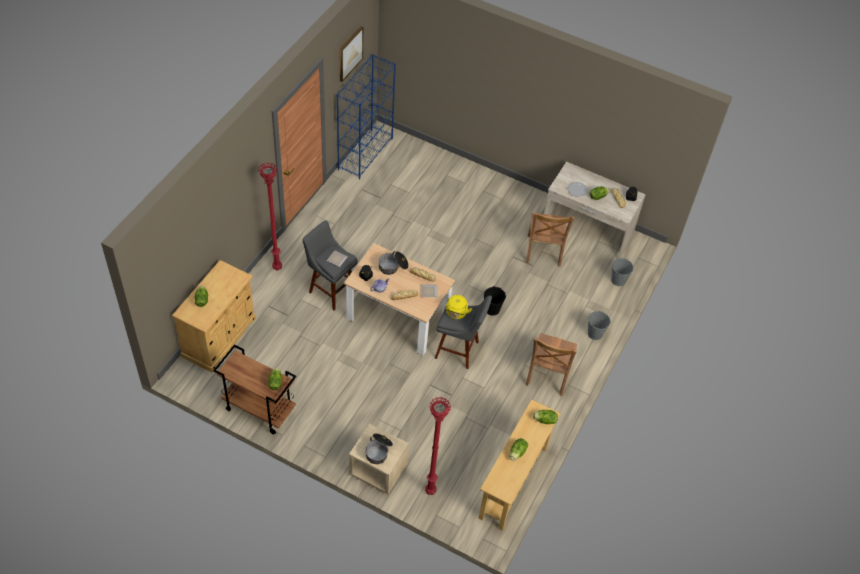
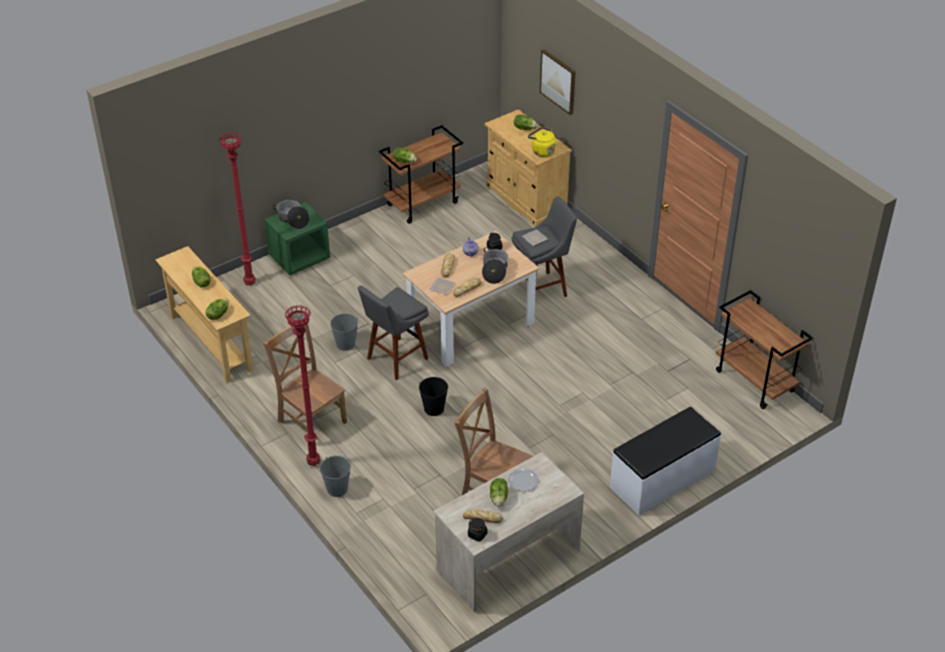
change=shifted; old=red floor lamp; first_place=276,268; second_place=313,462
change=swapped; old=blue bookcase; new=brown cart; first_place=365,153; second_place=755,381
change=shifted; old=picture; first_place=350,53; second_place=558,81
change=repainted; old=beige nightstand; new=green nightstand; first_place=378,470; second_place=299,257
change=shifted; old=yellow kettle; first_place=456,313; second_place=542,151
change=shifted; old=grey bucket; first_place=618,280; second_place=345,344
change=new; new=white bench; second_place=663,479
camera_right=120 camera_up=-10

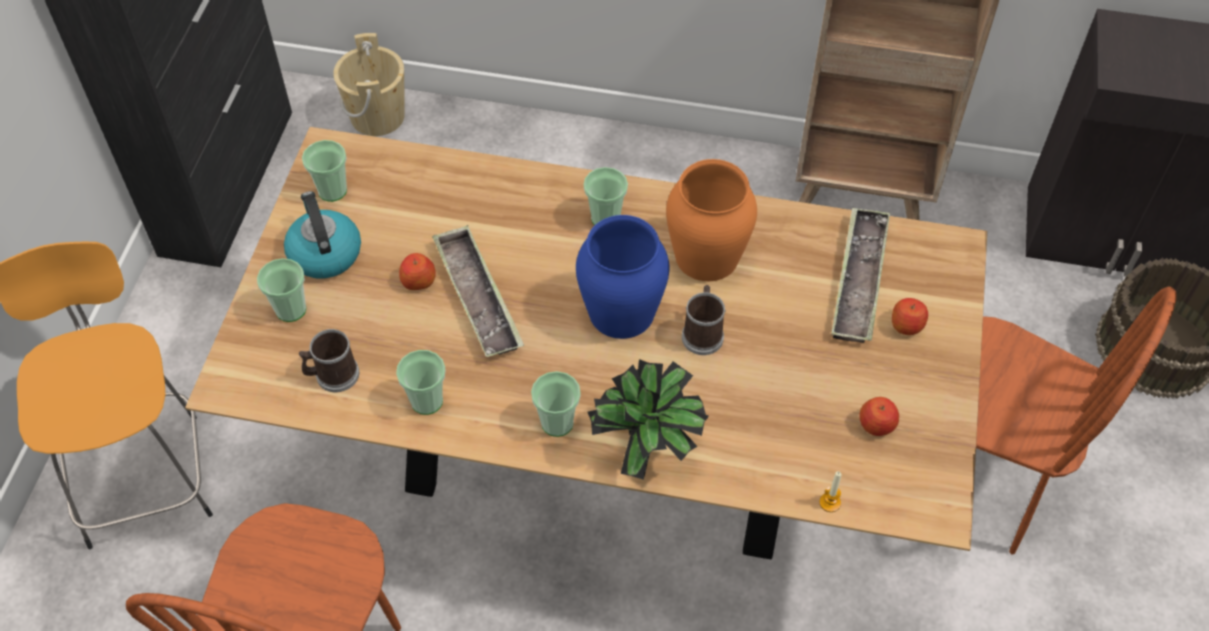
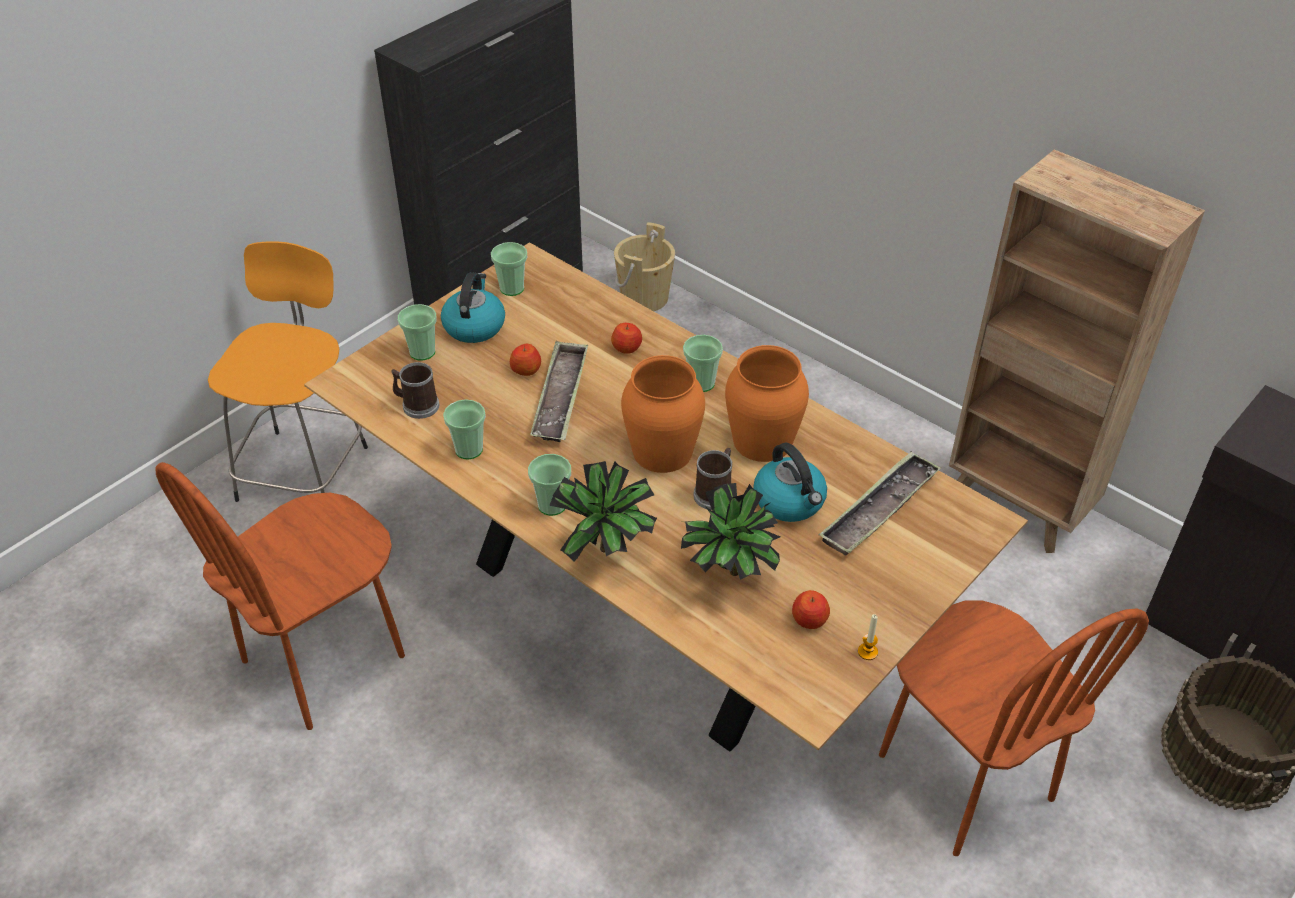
change=repainted; old=blue vase; new=orange vase; first_place=621,311; second_place=662,450
change=shifted; old=candle; first_place=830,503; second_place=867,652
change=shifted; old=apple; first_place=906,325; second_place=627,348
change=new; new=potted plant; second_place=729,576
change=new; new=kettle; second_place=790,501
camera_right=30 camera_up=-10

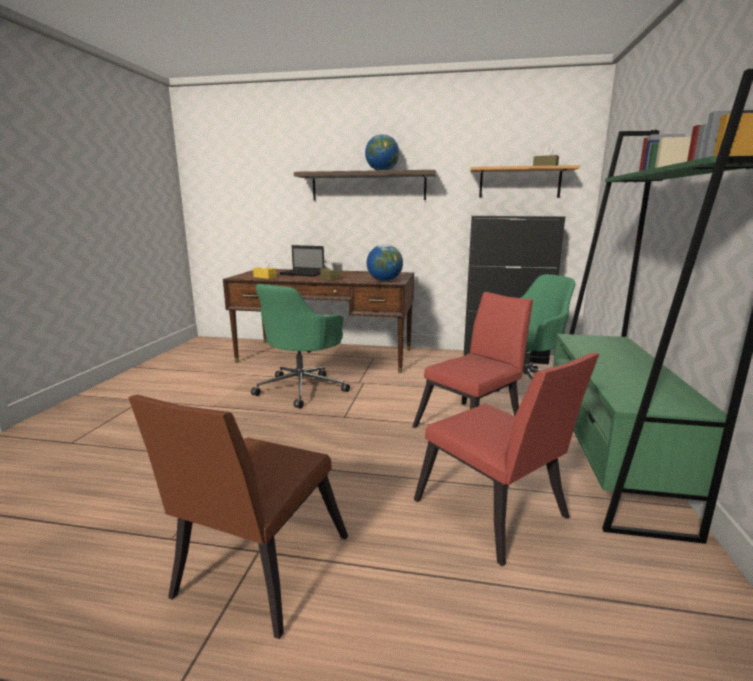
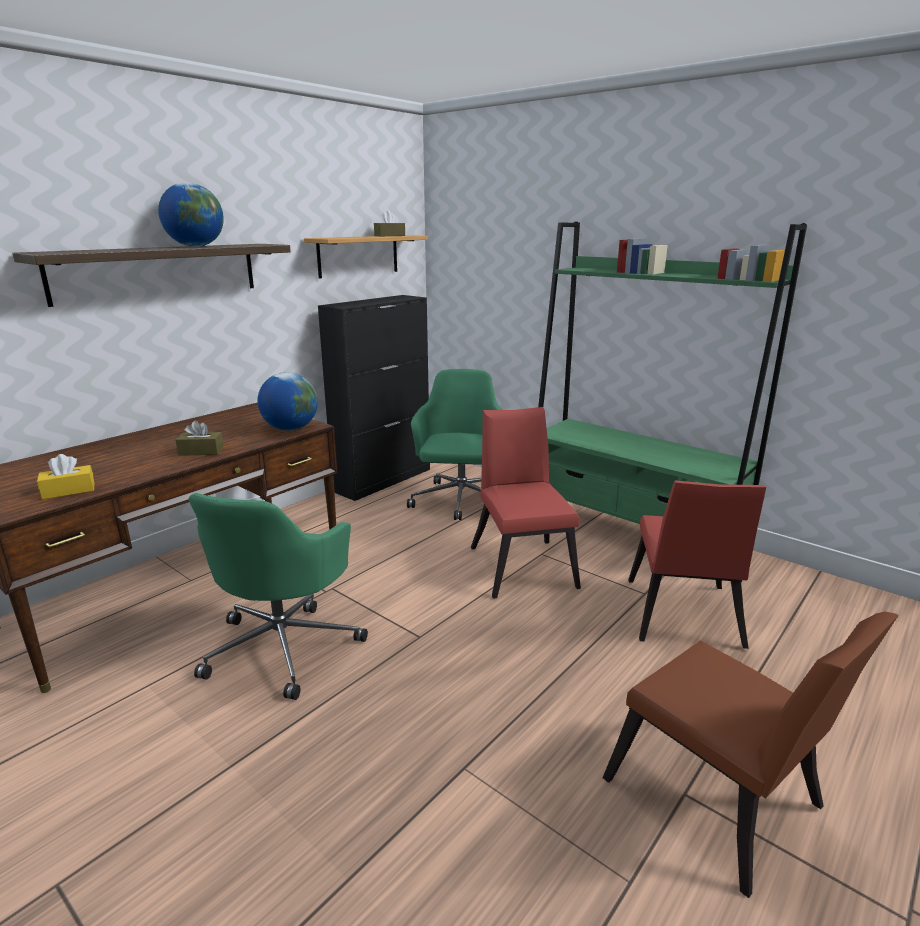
change=rotated; old=green office chair; first_place=302,388; second_place=284,646; degrees=45
change=gone; old=laptop; first_place=303,274
change=rotated; old=red chair; first_place=495,515; second_place=682,617; degrees=105
camera_right=-60 camera_up=5

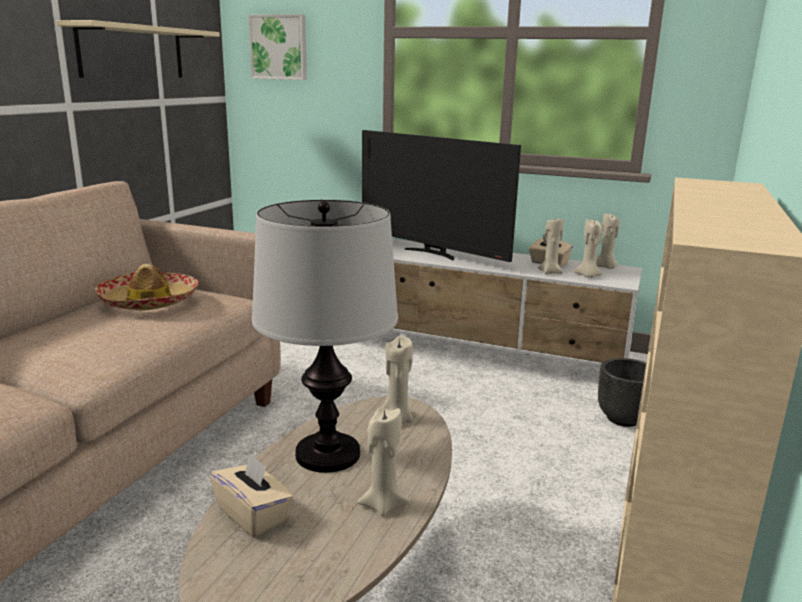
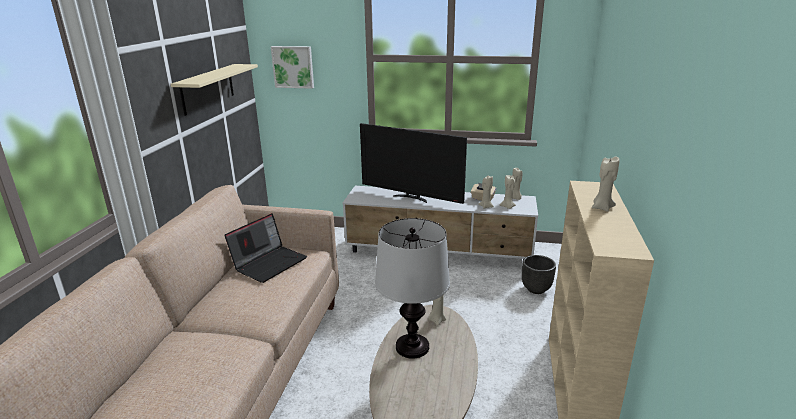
change=swapped; old=hat; new=laptop; first_place=149,301; second_place=269,263
change=gone; old=beige tissue box; first_place=253,515
change=shifted; old=beige candle; first_place=383,504; second_place=602,208
camera_right=-10 camera_up=5

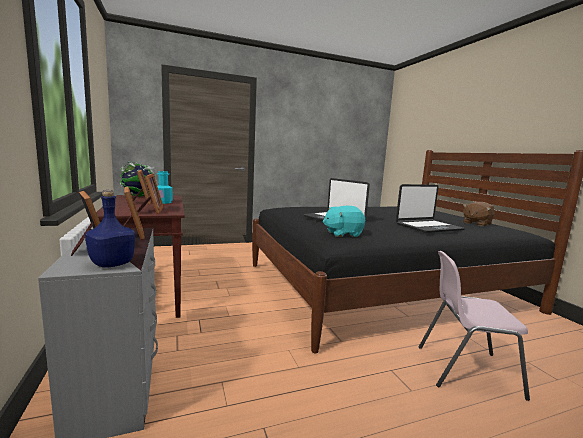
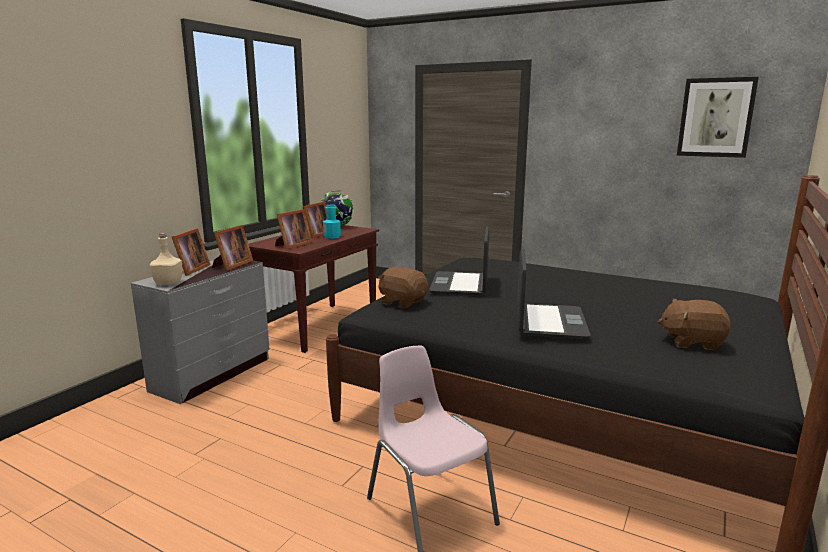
change=repainted; old=blue bottle; new=beige bottle; first_place=113,264; second_place=169,283
change=repainted; old=turquoise plush toy; new=brown plush toy; first_place=342,234; second_place=402,302
change=rotated; old=laptop; first_place=428,227; second_place=549,322; degrees=-105
change=new; new=picture; second_place=716,117
camera_right=50 camera_up=5

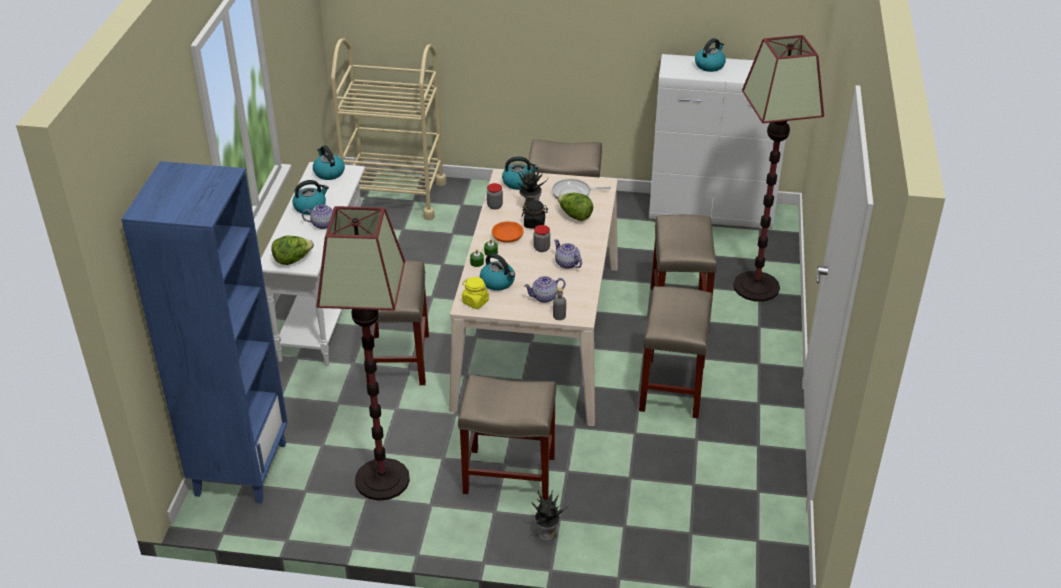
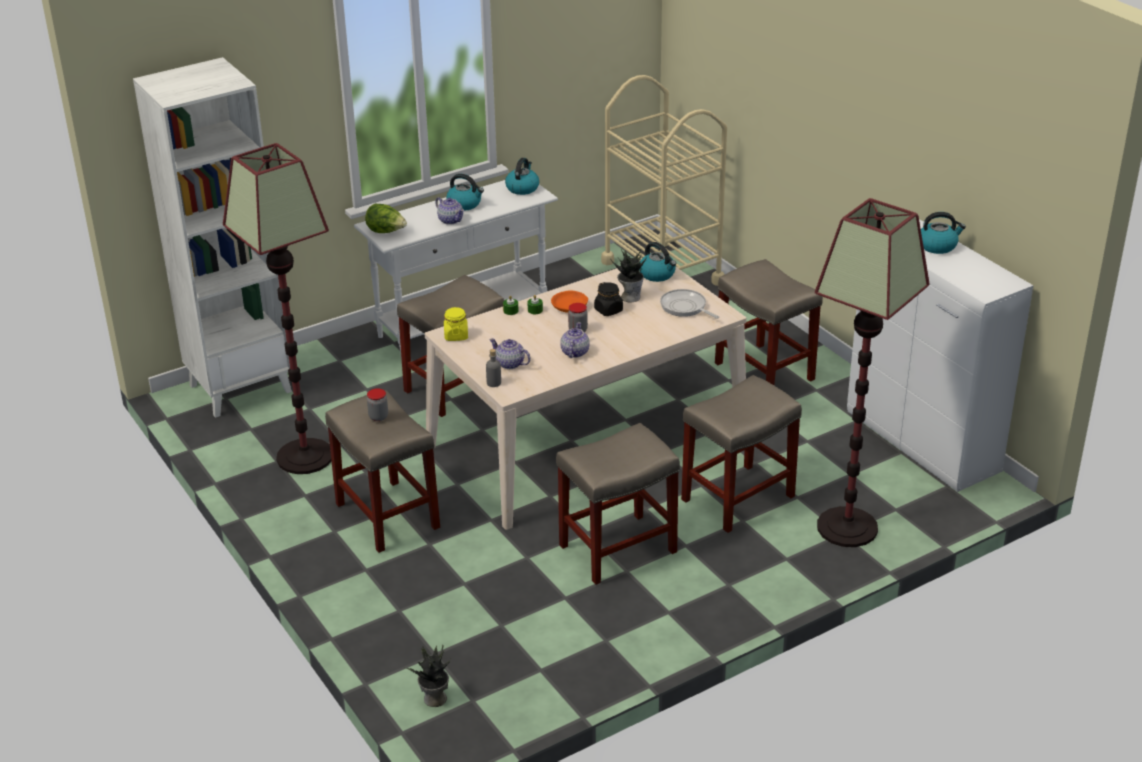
change=repainted; old=blue bookcase; new=white bookcase; first_place=240,468; second_place=241,388
change=gone; old=kettle; first_place=498,282
change=shifted; old=jar; first_place=494,206; second_place=378,417
change=shifted; old=potted plant; first_place=547,534; second_place=434,699
change=gone; old=lettuce; first_place=575,216
camera_right=50 camera_up=-5

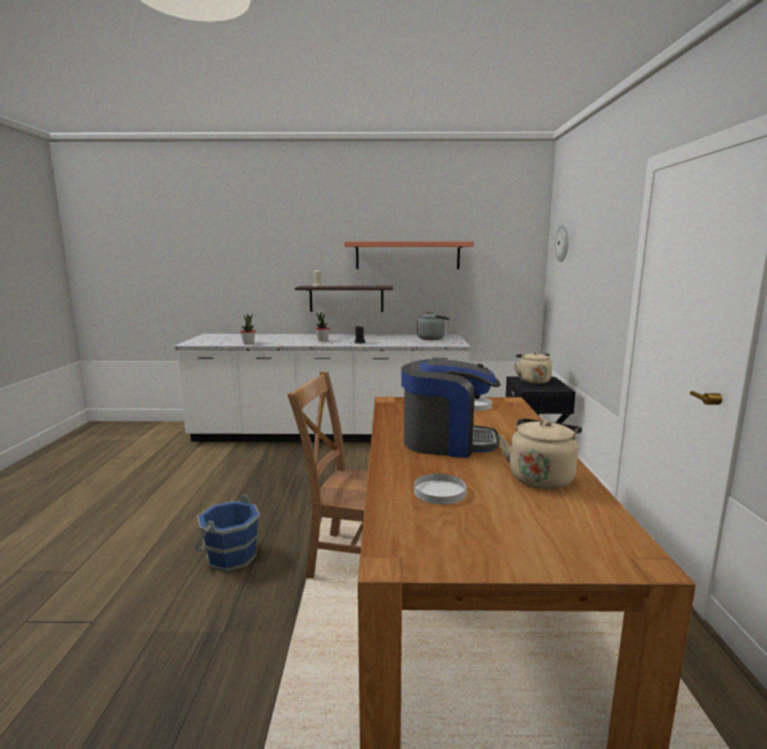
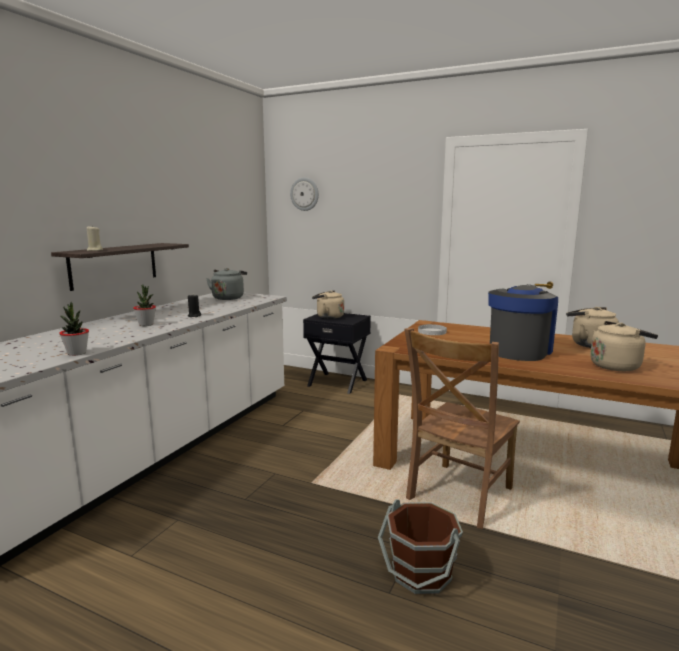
change=repainted; old=blue bucket; new=brown bucket; first_place=230,556; second_place=420,573
change=gone; old=shelf; first_place=407,255
change=swapped; old=white plate; new=beige kettle; first_place=439,492; second_place=617,366
camera_right=-65 camera_up=0

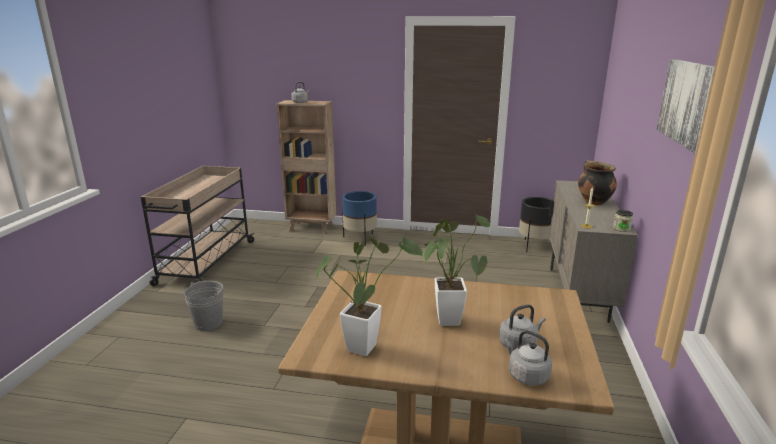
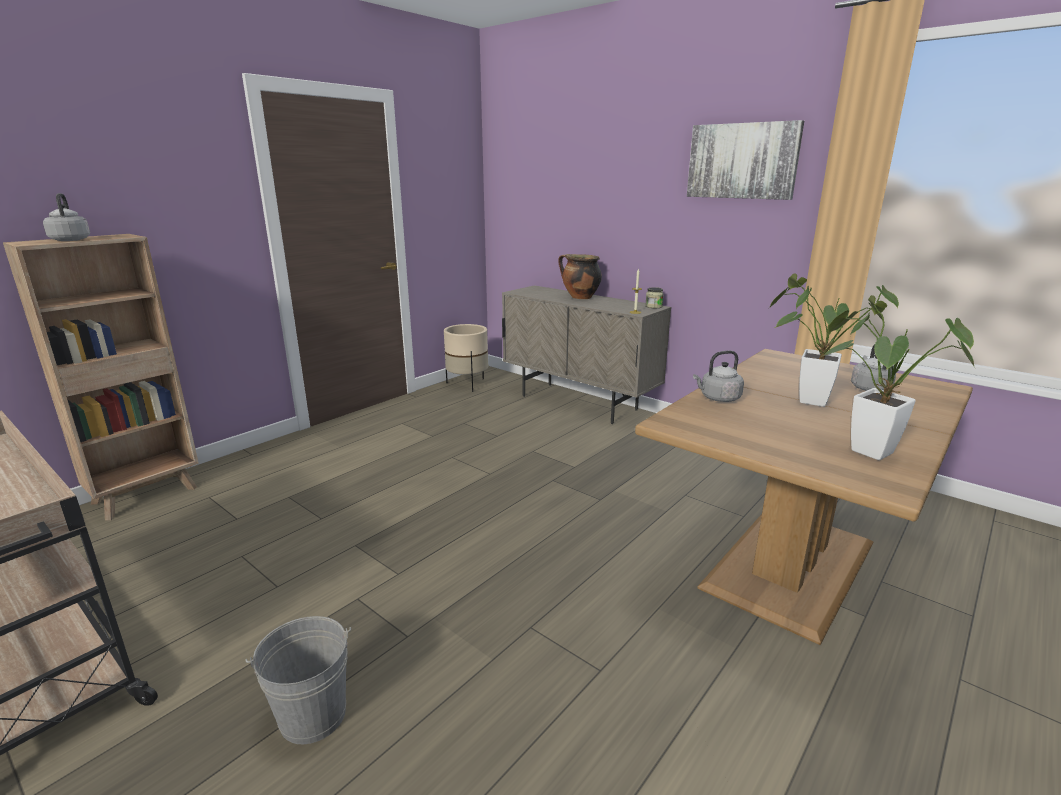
change=gone; old=blue planter; first_place=360,239
change=shifted; old=grey kettle; first_place=526,375; second_place=718,398
change=repainted; old=black planter; new=beige planter; first_place=535,246; second_place=467,384
camera_right=-60 camera_up=0

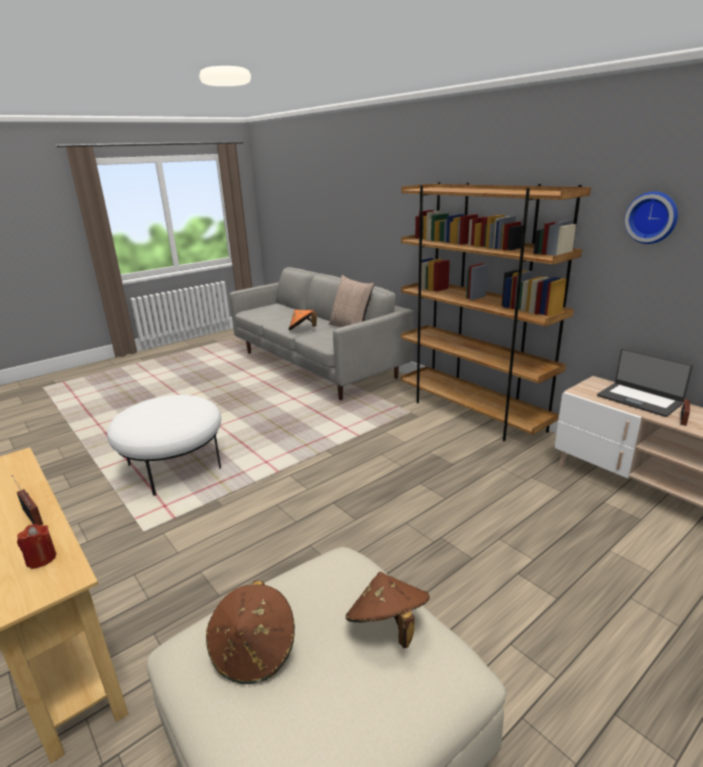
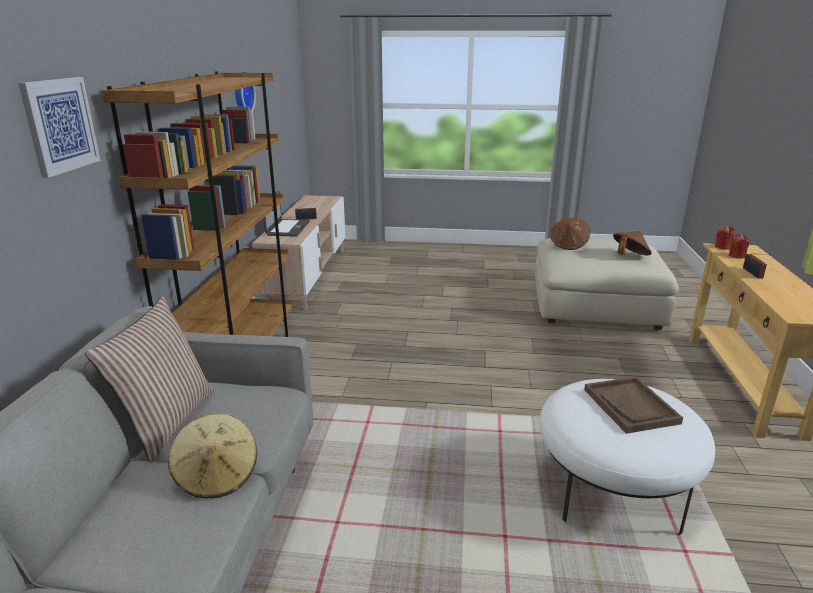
change=repainted; old=orange hat; new=beige hat; first_place=302,330; second_place=217,475
change=new; new=picture; second_place=60,125
change=new; new=brown tray; second_place=631,406
change=new; new=red candle; second_place=723,247
camera_right=-135 camera_up=0

